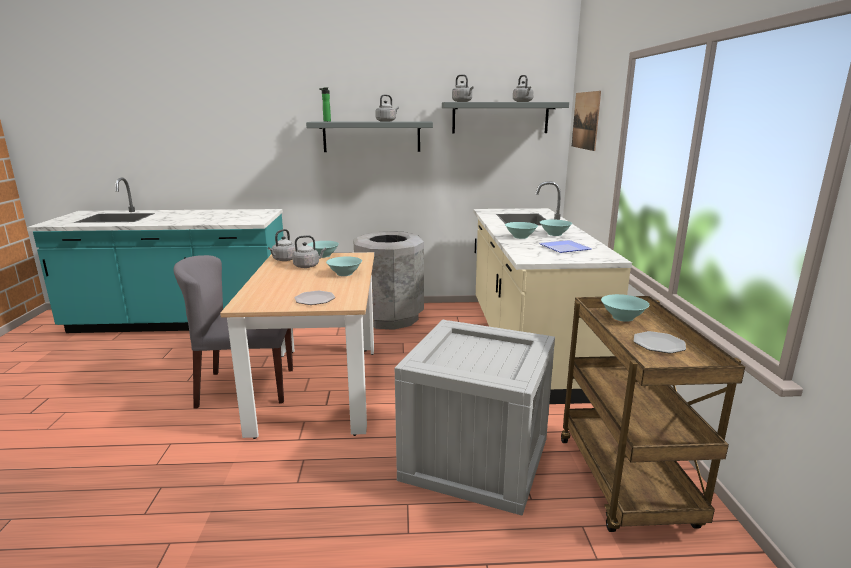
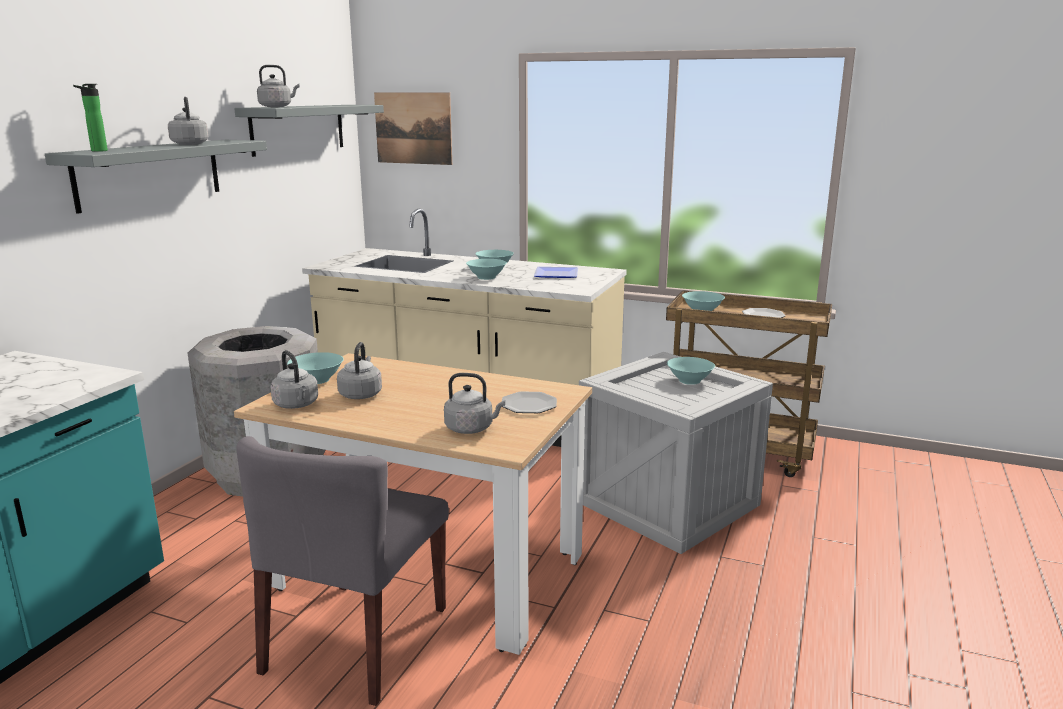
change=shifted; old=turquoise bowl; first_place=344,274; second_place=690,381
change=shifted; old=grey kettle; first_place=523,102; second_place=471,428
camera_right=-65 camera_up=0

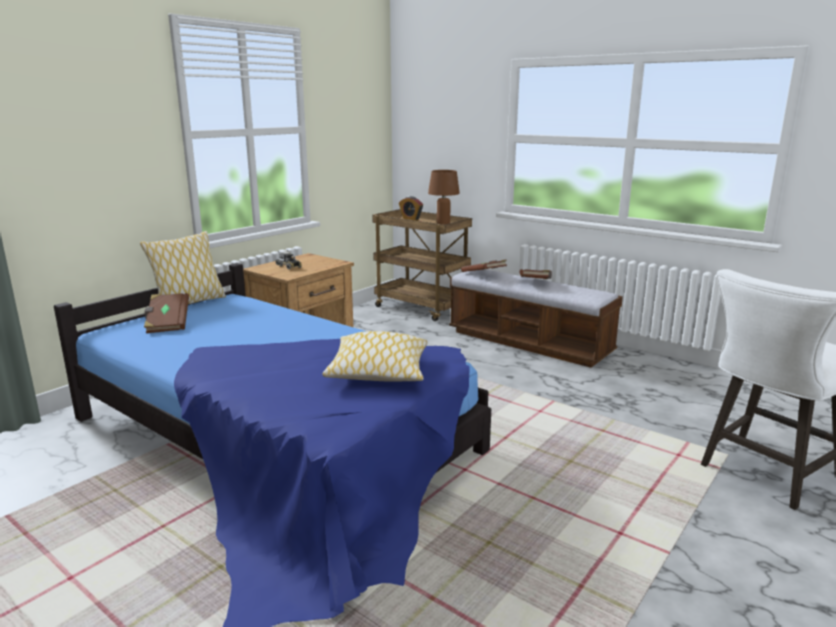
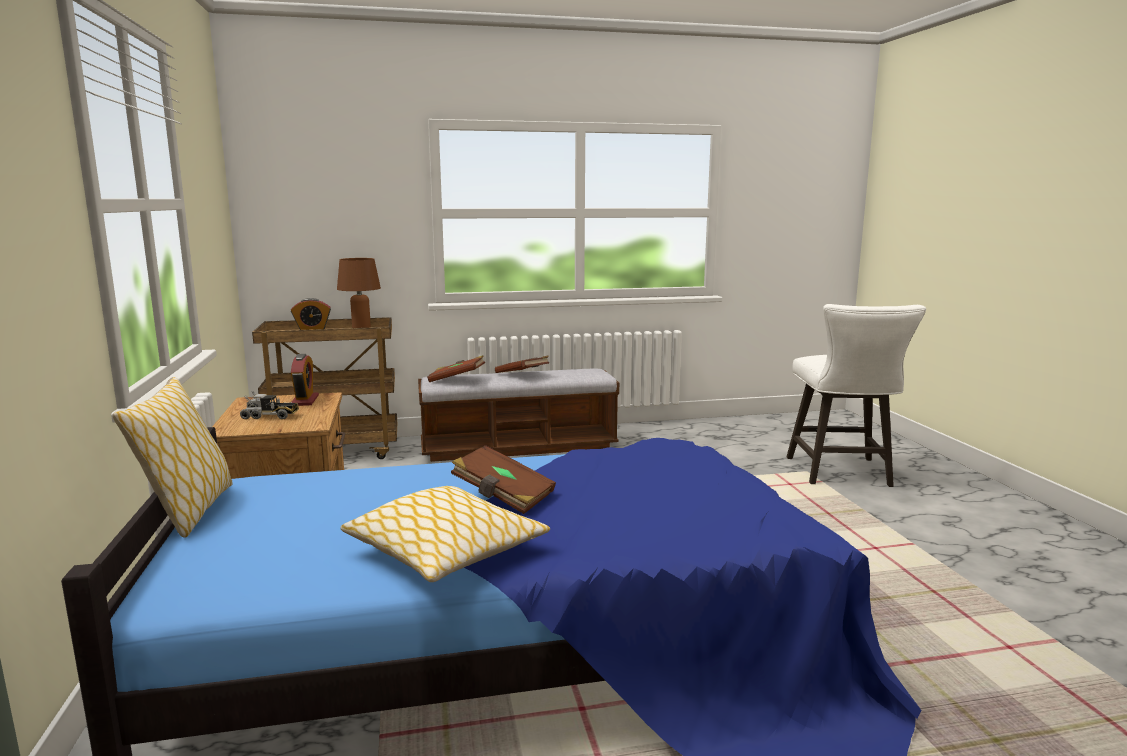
change=shifted; old=brown book; first_place=167,324; second_place=503,496
change=shifted; old=pillow; first_place=379,372; second_place=446,551
change=new; new=alarm clock; second_place=305,400
camera_right=-50 camera_up=-5

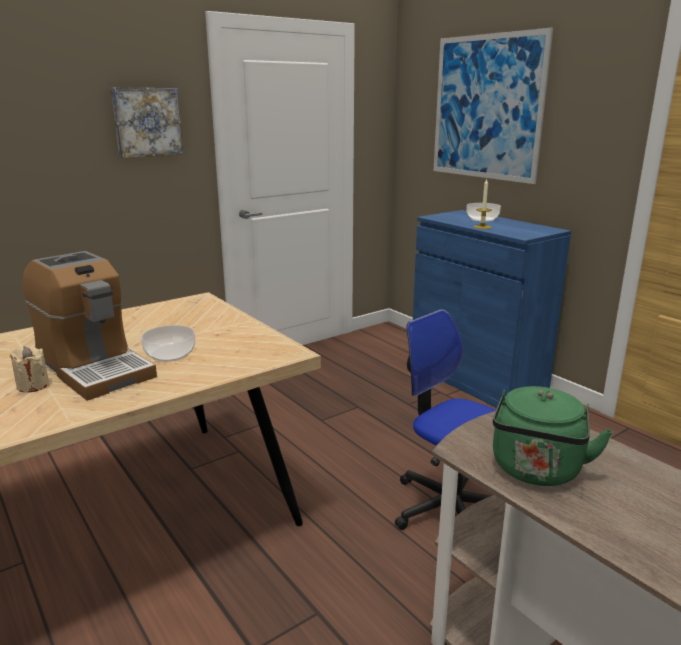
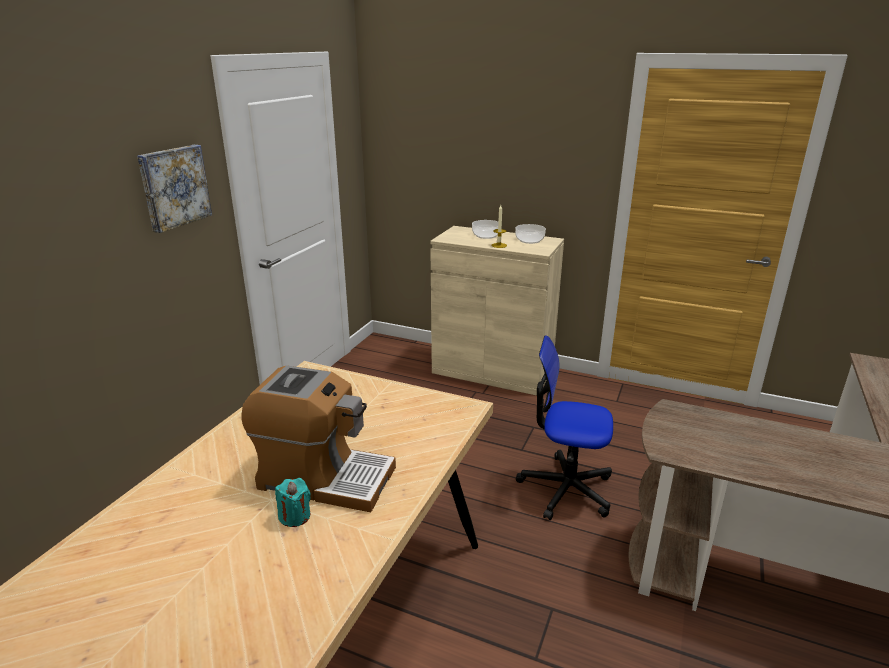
change=repainted; old=beige candle; new=turquoise candle; first_place=33,386; second_place=295,516
change=shifted; old=bowl; first_place=169,354; second_place=529,240
change=repainted; old=blue cabinet; new=beige cabinet; first_place=476,379; second_place=492,371
change=gone; old=picture; first_place=486,108
change=gone; old=green kettle; first_place=536,471
camera_right=-30 camera_up=5

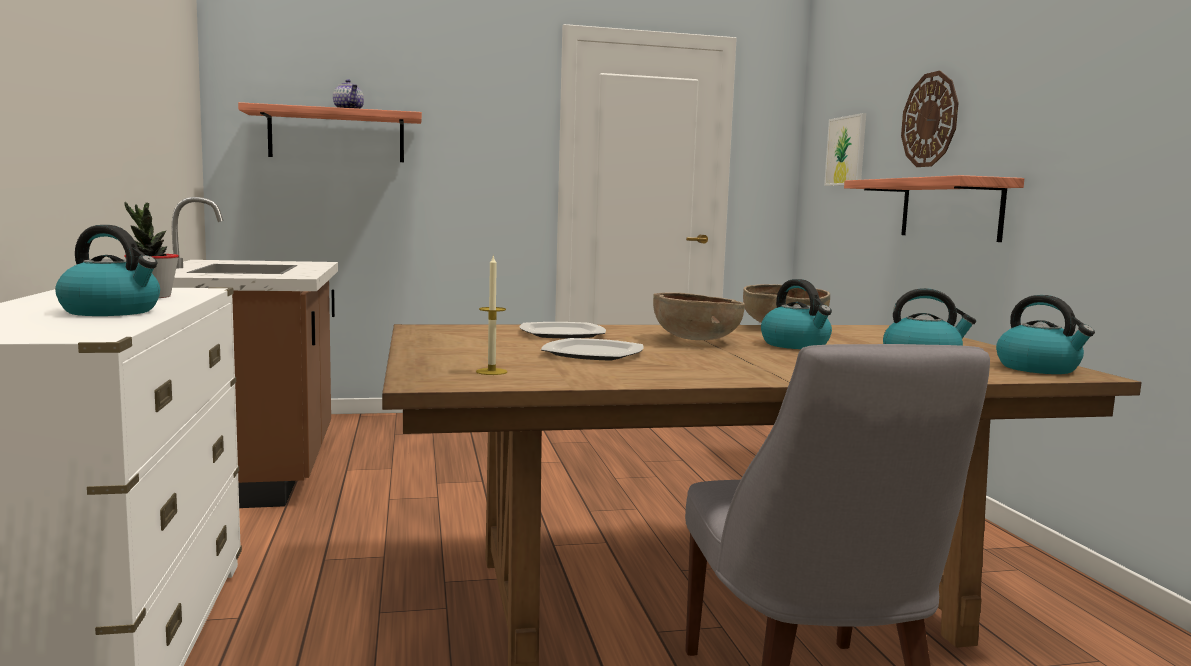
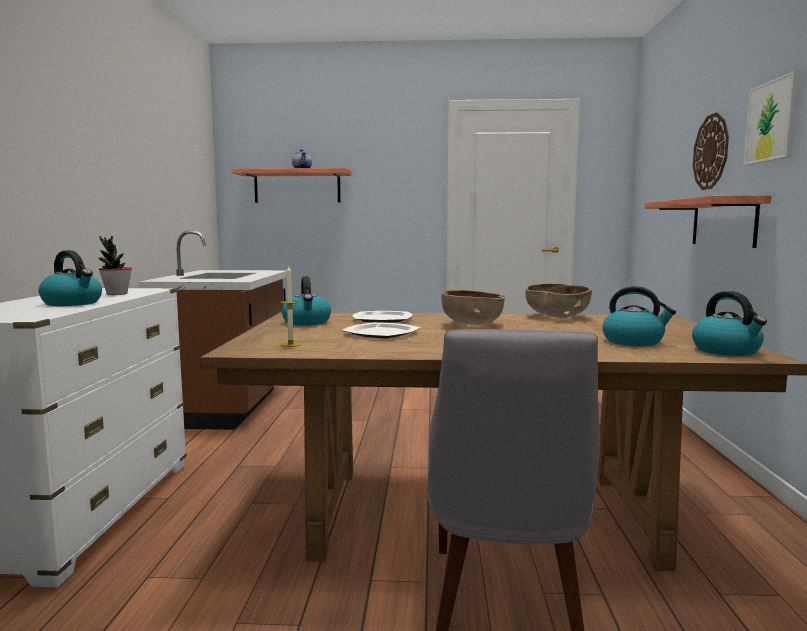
change=shifted; old=kettle; first_place=796,345; second_place=307,322
change=shifted; old=picture; first_place=846,151; second_place=772,121
camera_right=15 camera_up=0

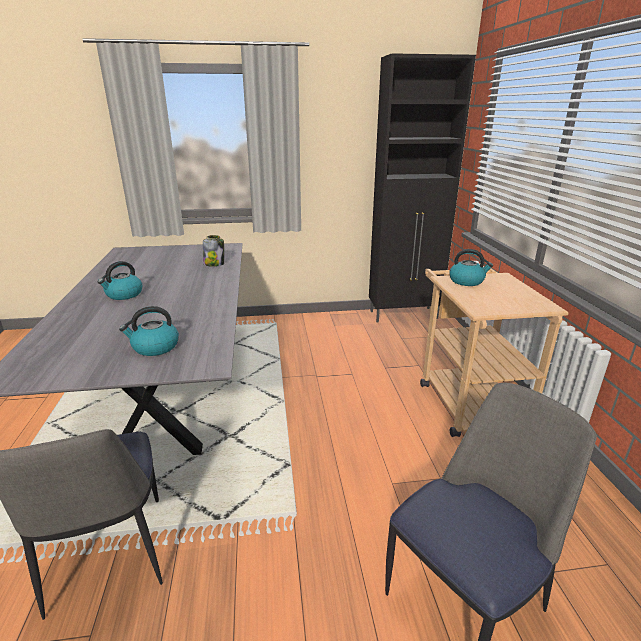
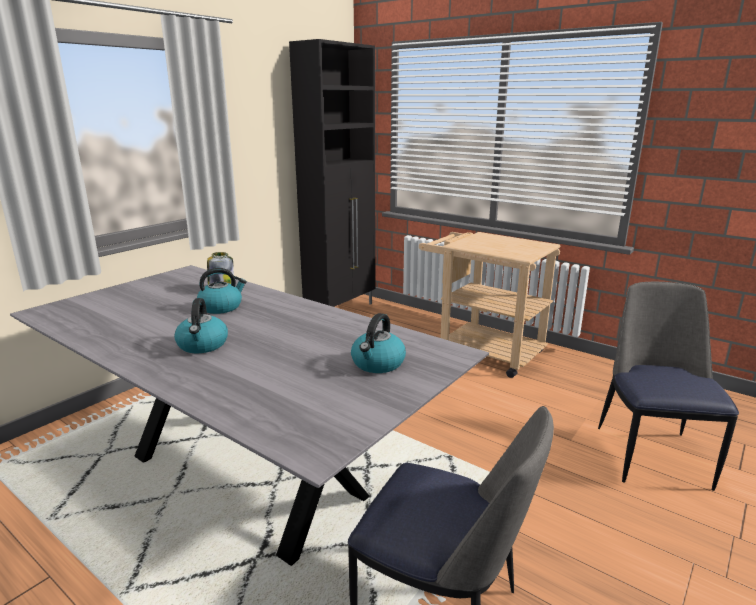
change=shifted; old=kettle; first_place=467,281; second_place=221,307
camera_right=-45 camera_up=-5

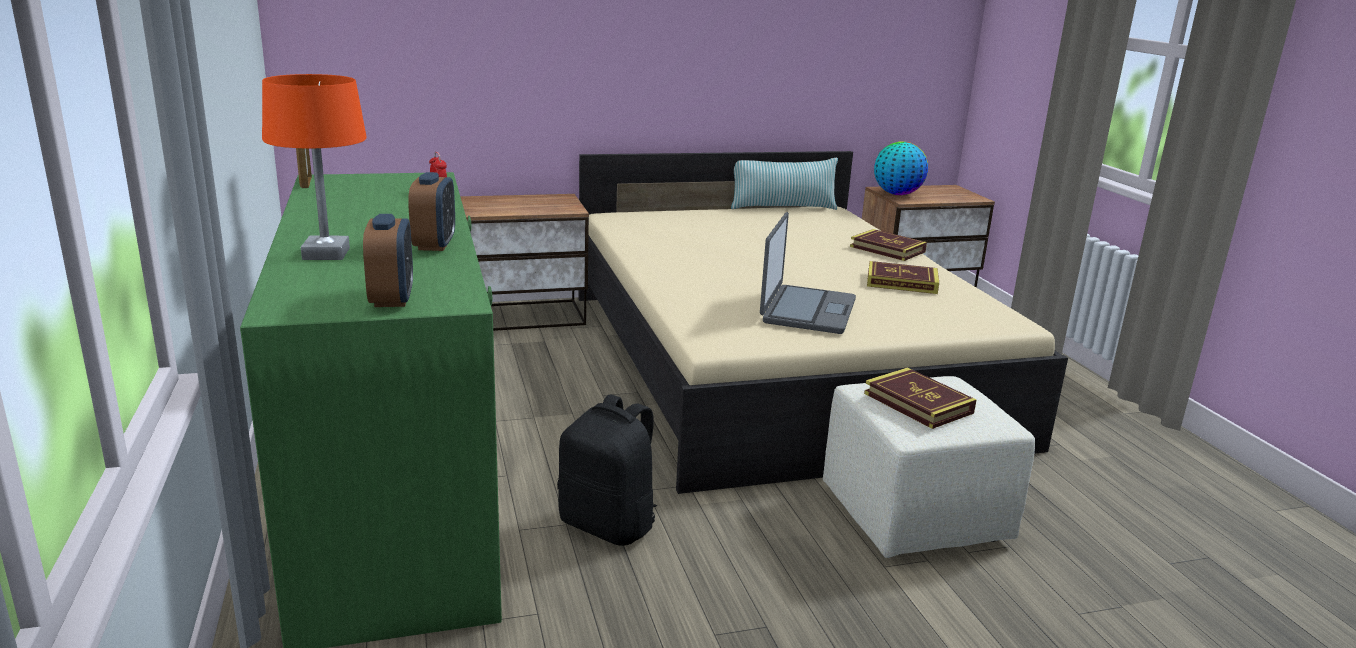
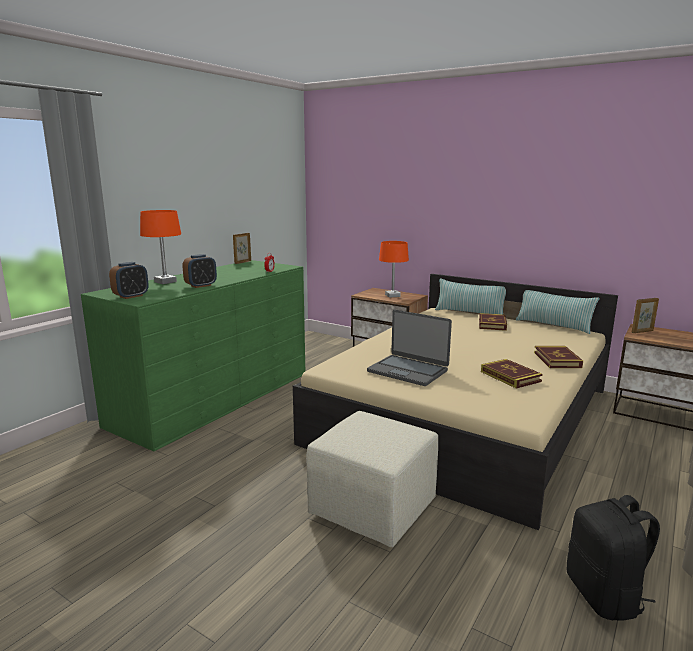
change=shifted; old=black backpack; first_place=609,525; second_place=605,596
change=rotated; old=laptop; first_place=807,311; second_place=408,371; degrees=60
change=shifted; old=book; first_place=918,403; second_place=492,324
change=swapped; old=globe; new=picture frame; first_place=897,194; second_place=642,331
change=new; new=orange table lamp; second_place=392,295
change=new; new=pillow; second_place=469,312
camera_right=50 camera_up=-5

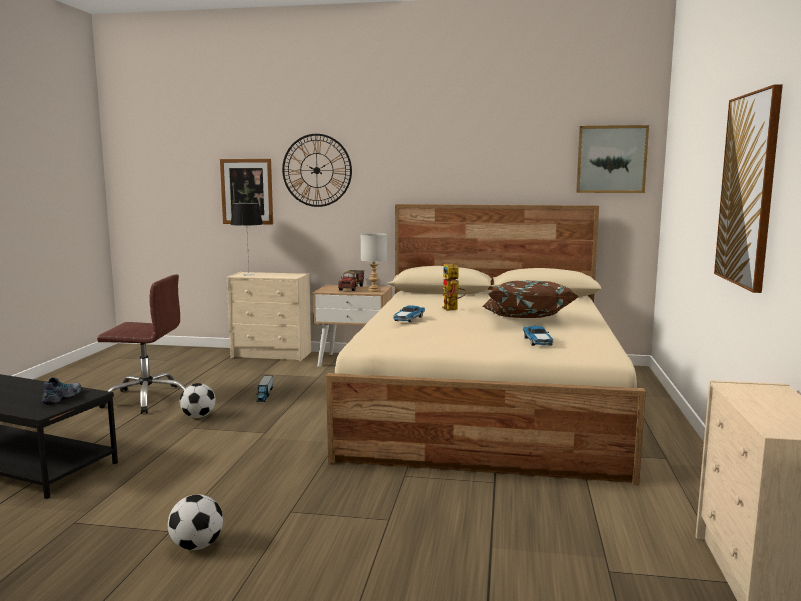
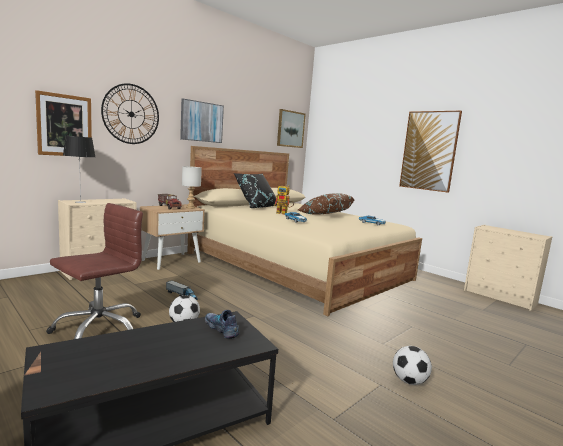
change=new; new=picture; second_place=201,121
change=new; new=black pillow; second_place=256,207
camera_right=-55 camera_up=0

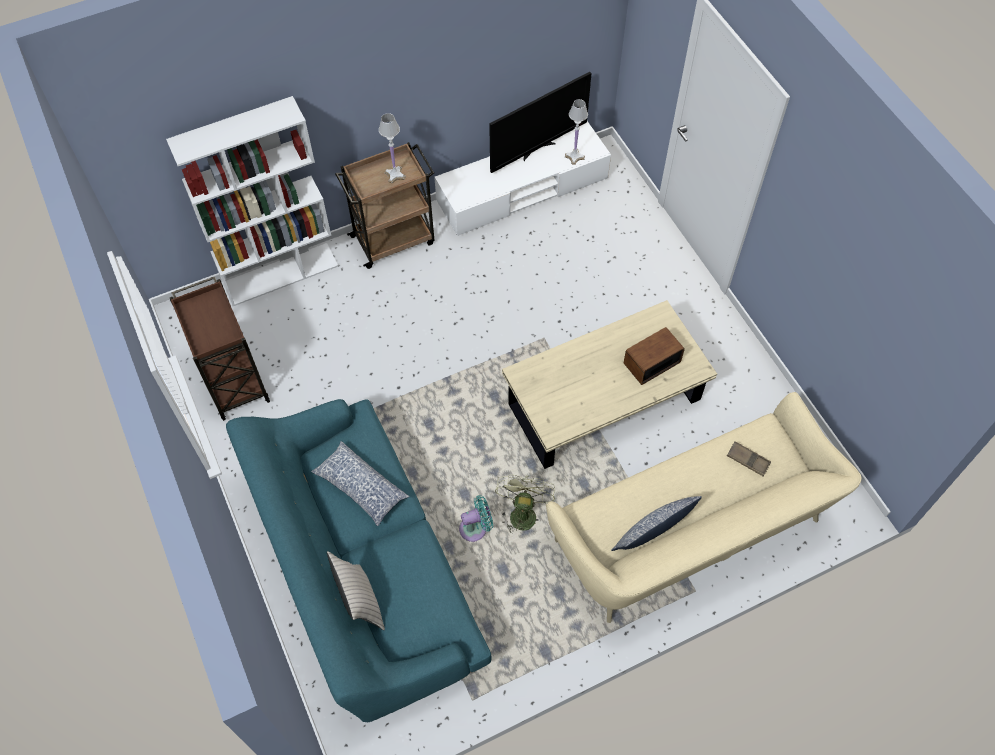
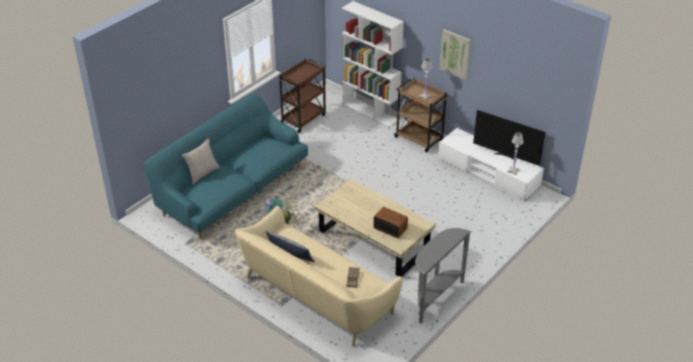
change=gone; old=pillow; first_place=361,488
change=new; new=grey console table; second_place=434,297
change=new; new=picture; second_place=455,54
camera_right=65 camera_up=-20

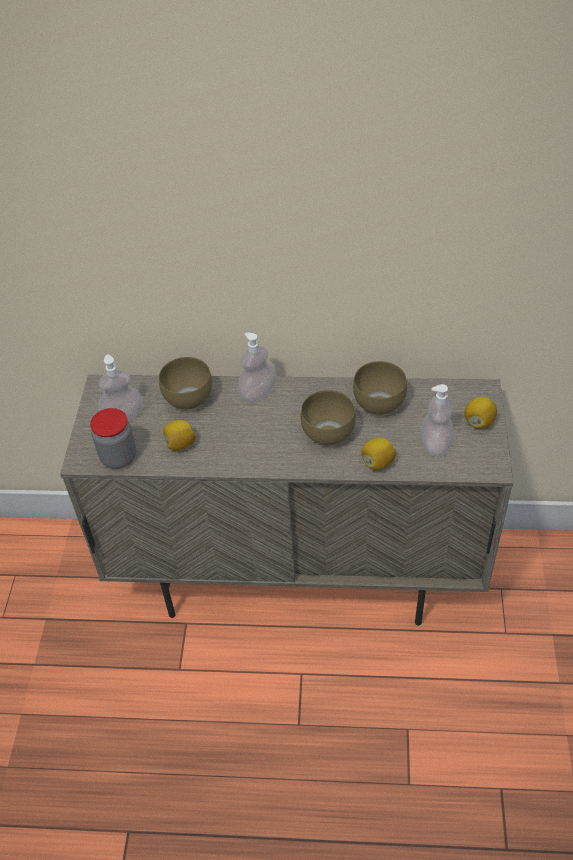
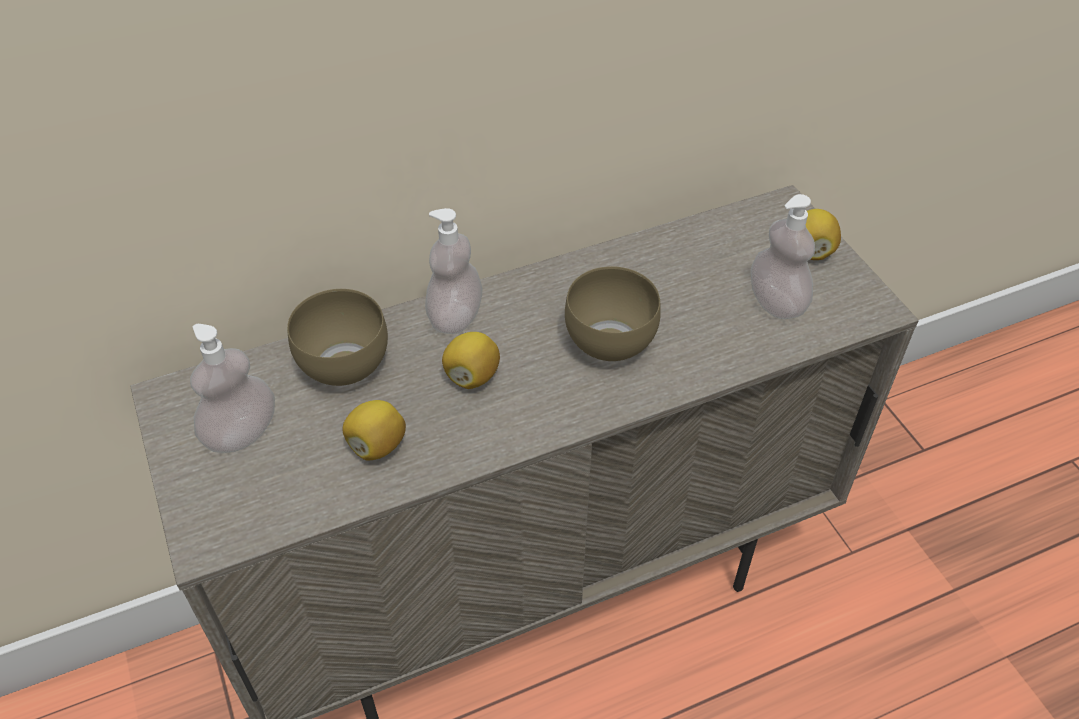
change=gone; old=jar; first_place=118,457
change=gone; old=brown bowl; first_place=378,402
change=shifted; old=lemon; first_place=377,462; second_place=472,376
camera_right=-30 camera_up=0

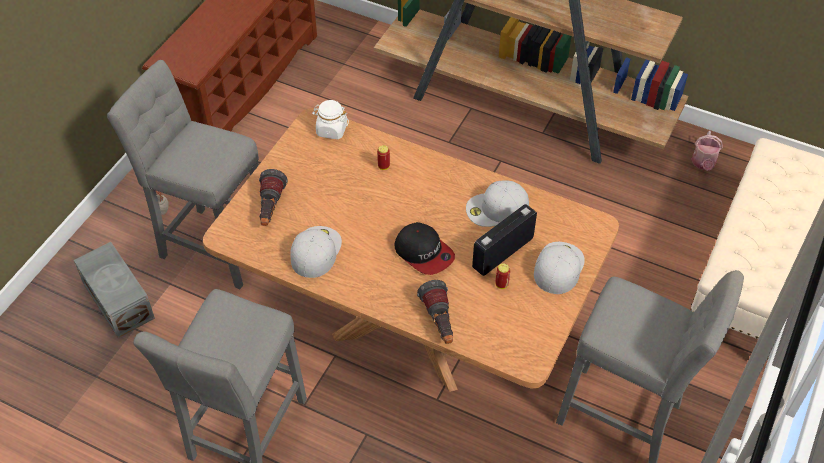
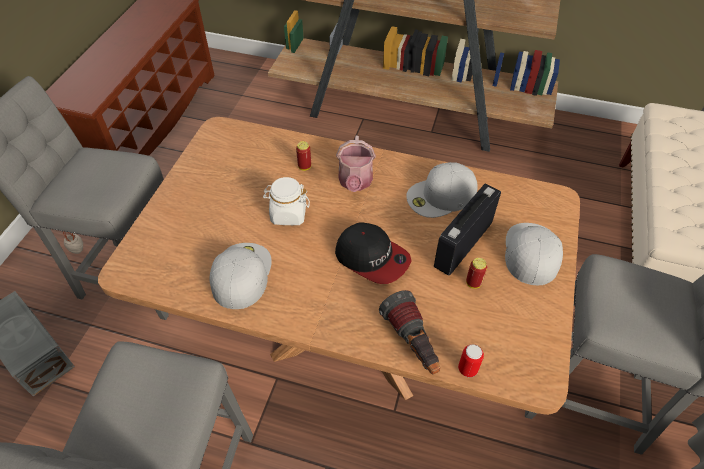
change=gone; old=flashlight; first_place=270,209
change=shifted; old=white jar; first_place=331,130; second_place=288,214
change=shifted; old=watering can; first_place=703,164; second_place=355,182
change=new; new=can; second_place=467,369
camera_right=-10 camera_up=0

